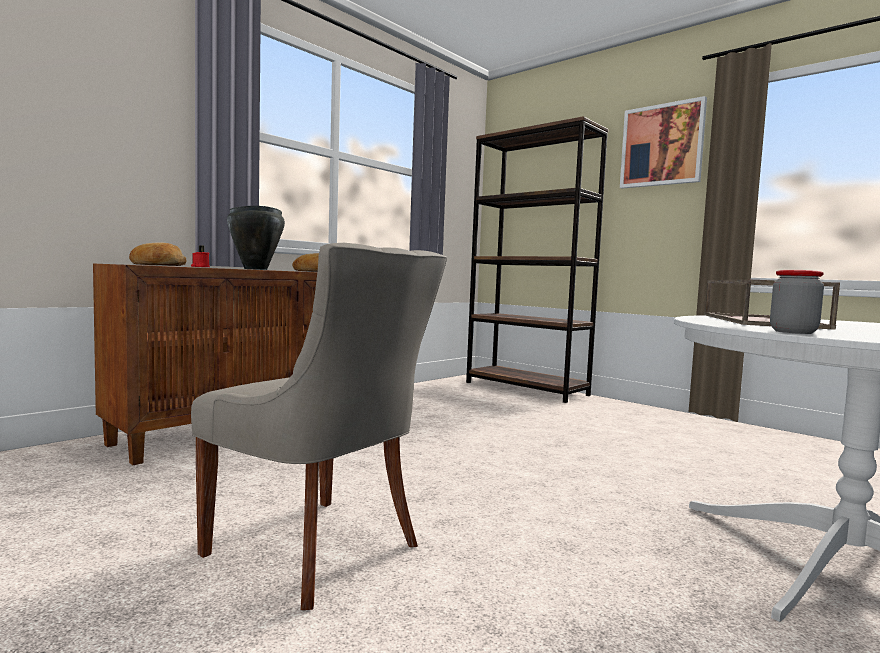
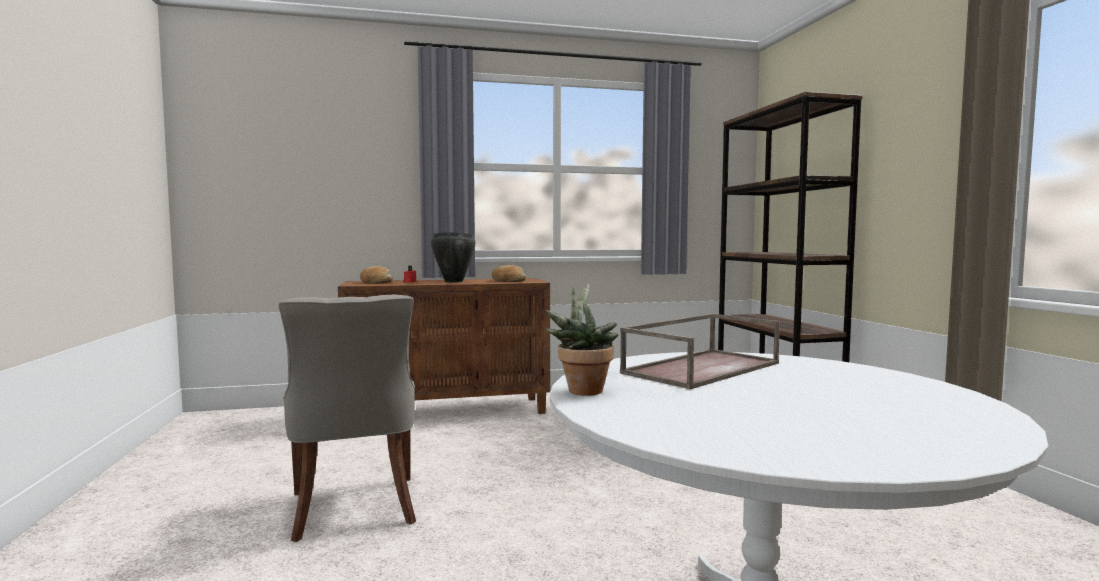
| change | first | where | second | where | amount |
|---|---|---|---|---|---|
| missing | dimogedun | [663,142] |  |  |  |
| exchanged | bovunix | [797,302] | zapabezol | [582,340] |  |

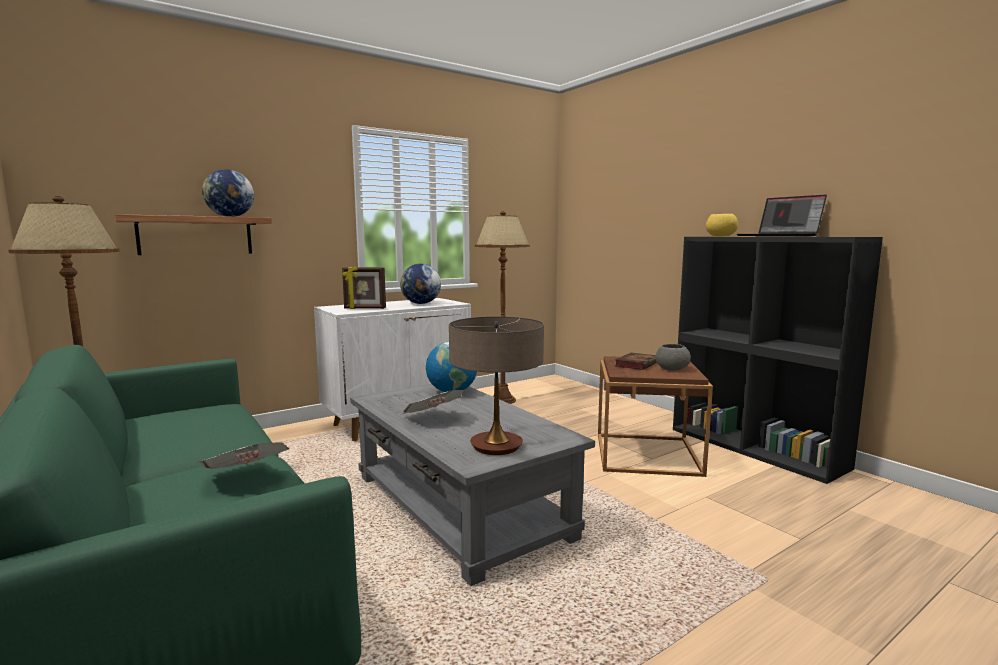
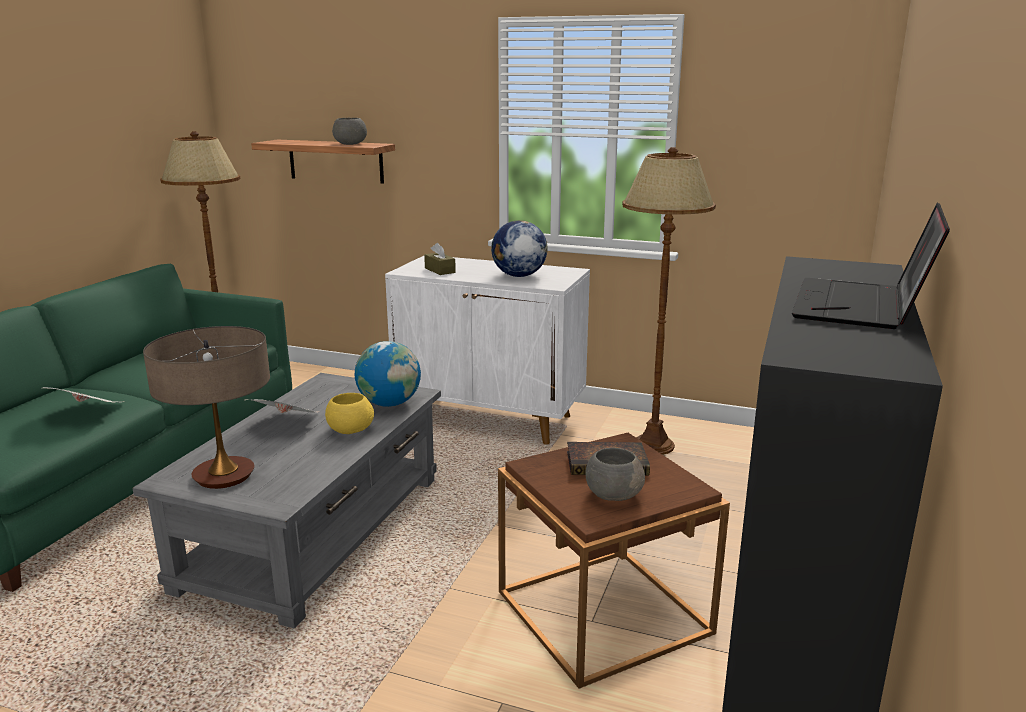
| change | first | where | second | where | amount |
|---|---|---|---|---|---|
| exchanged | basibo | [228,193] | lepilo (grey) | [349,131] |  |
| exchanged | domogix | [364,287] | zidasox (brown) | [440,259] |  |
| relocated | lepilo (yellow) | [722,225] |  | [349,413] |  |

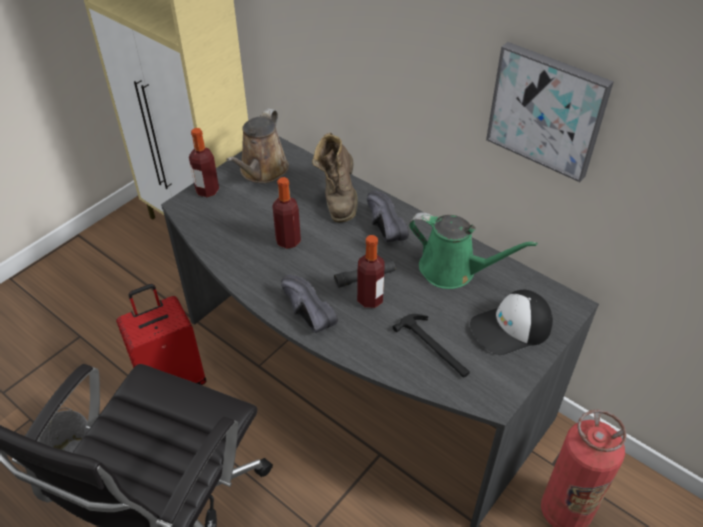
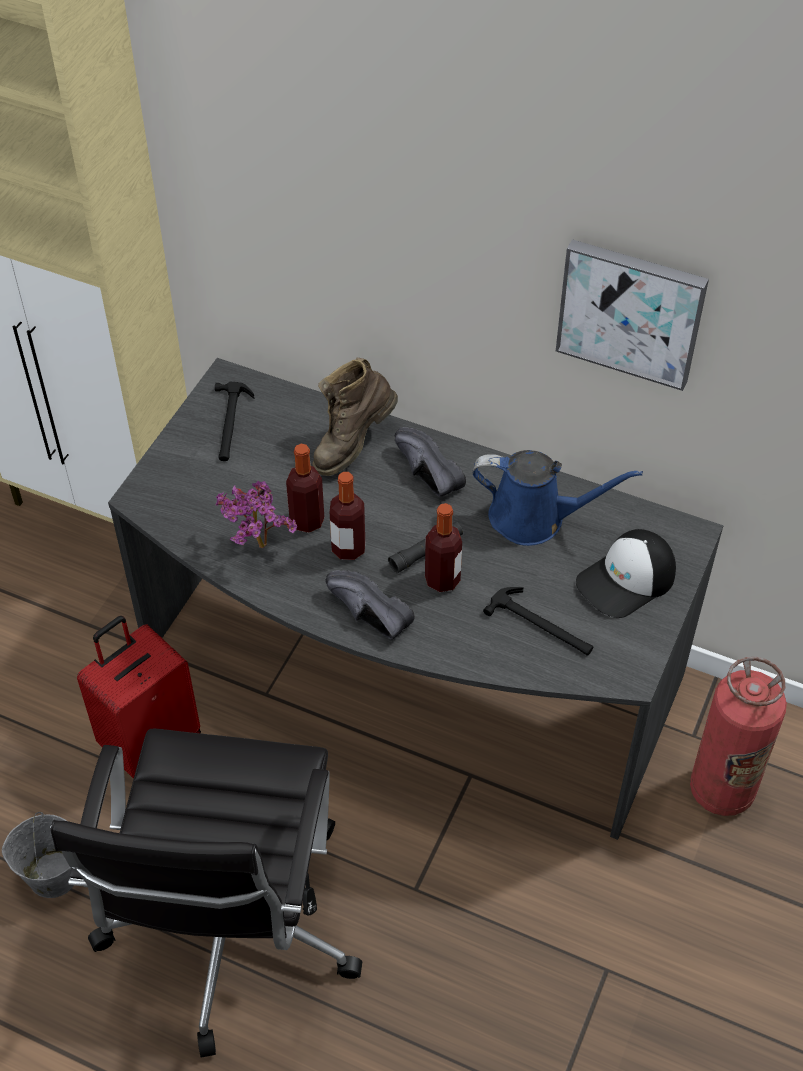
| change | first | where | second | where | amount |
|---|---|---|---|---|---|
| relocated | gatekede | [204,162] |  | [347,516] |  |
| exchanged | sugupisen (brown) | [257,146] | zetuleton | [234,421] |  |
| spun | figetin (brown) | [335,178] |  | [355,416] | 60 degrees clockwise |
| colour | sugupisen (green) | [473,250] | sugupisen (blue) | [557,498] |  |
| appeared |  |  | zapabezol | [256,514] |  |

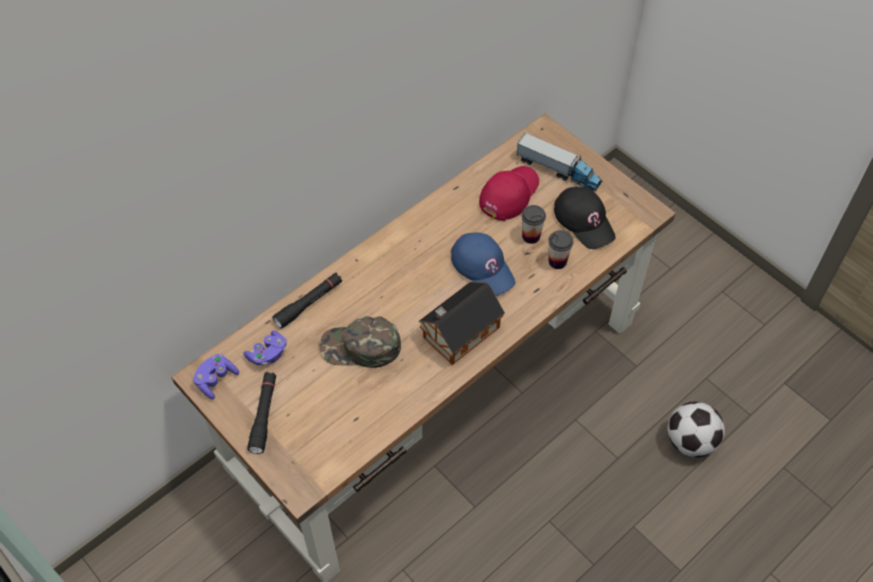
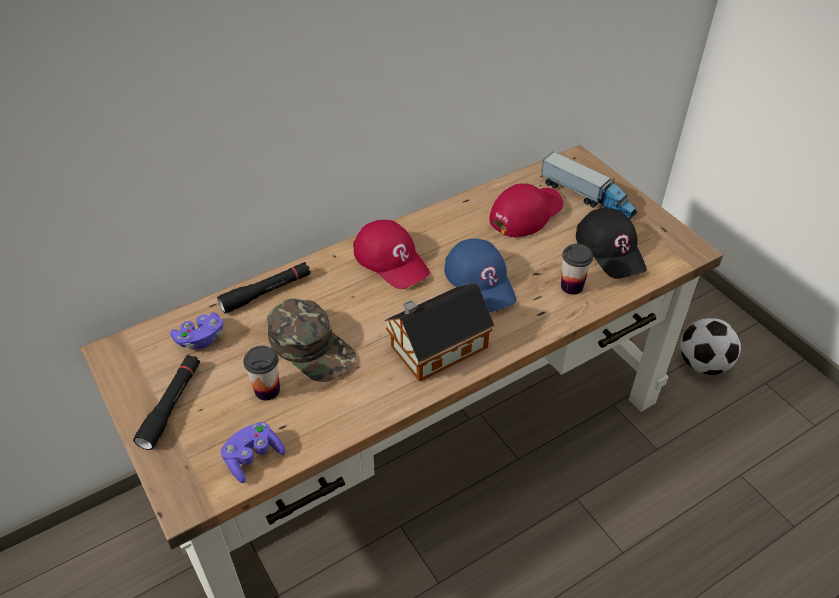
| change | first | where | second | where | amount |
|---|---|---|---|---|---|
| relocated | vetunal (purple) | [216,376] |  | [253,452] |  |
| spun | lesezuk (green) | [360,342] |  | [311,340] | 150 degrees counterclockwise |
| relocated | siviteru | [533,224] |  | [261,373] |  |
| relocated | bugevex | [696,429] |  | [710,346] |  |
| appeared |  |  | lesezuk (red) | [391,254] |  |

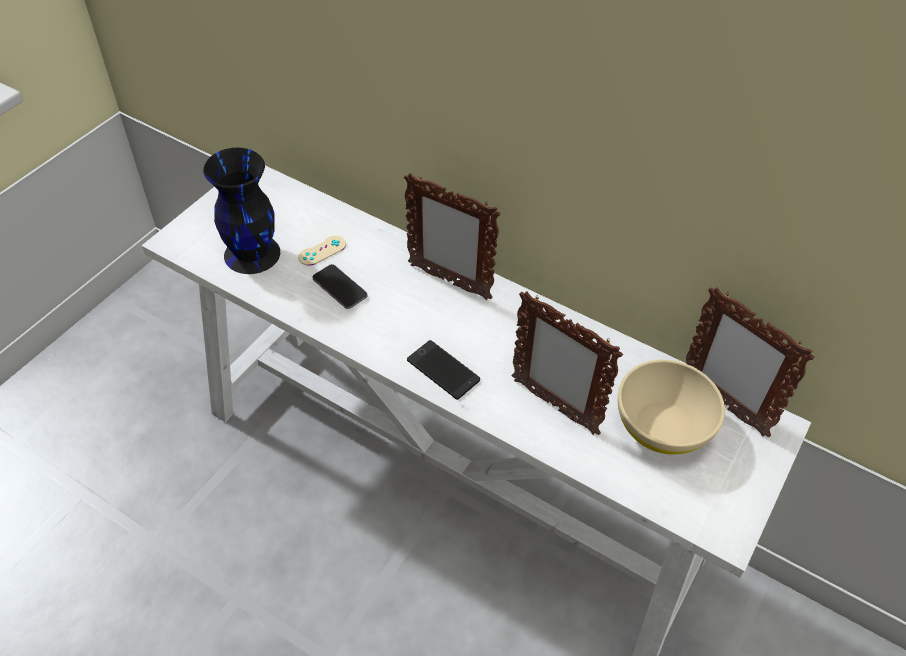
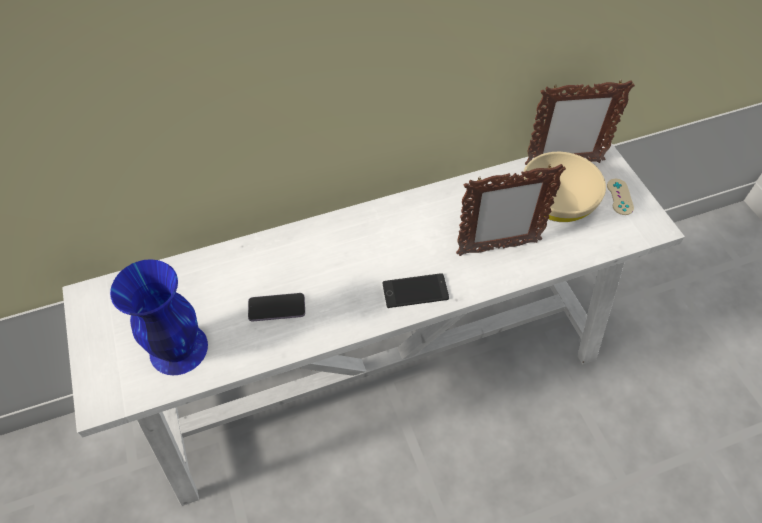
| change | first | where | second | where | amount |
|---|---|---|---|---|---|
| colour | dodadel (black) | [241,211] | dodadel (blue) | [159,317] |  |
| relocated | vetunal (beige) | [322,251] |  | [620,197] |  |
| missing | domogix | [452,236] |  |  |  |

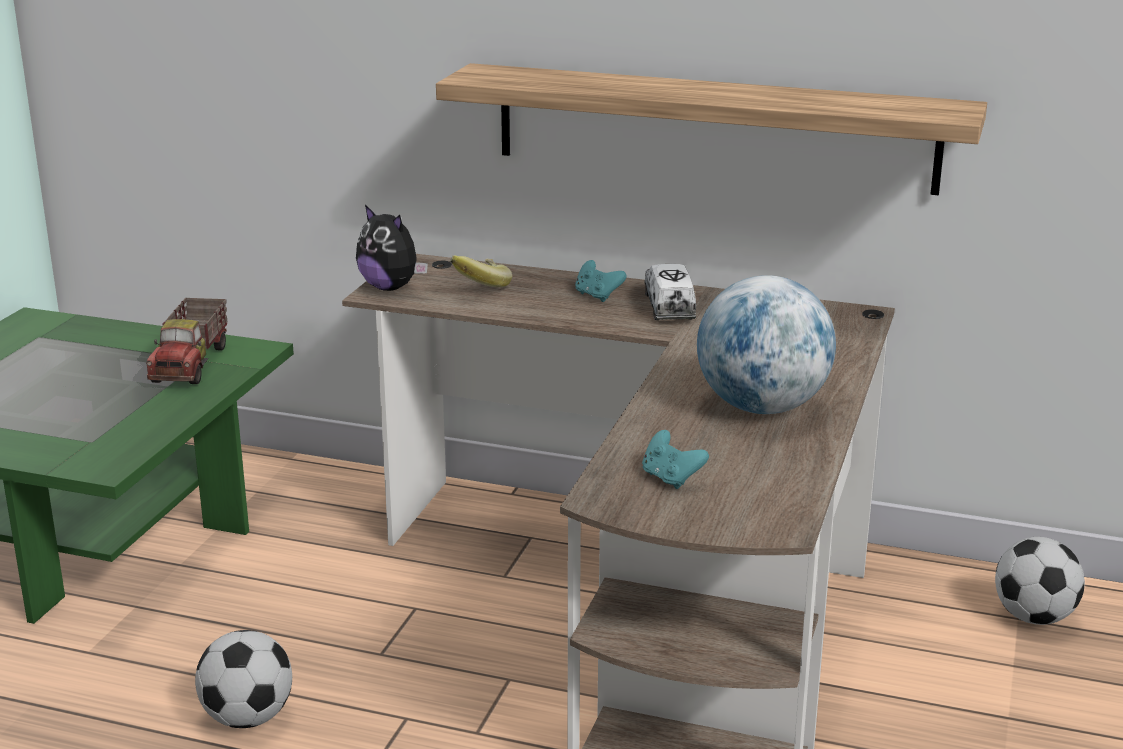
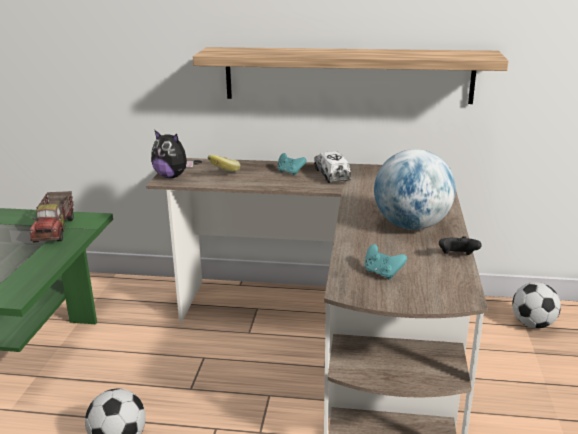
| change | first | where | second | where | amount |
|---|---|---|---|---|---|
| appeared |  |  | vetunal (black) | [460,245] |  |

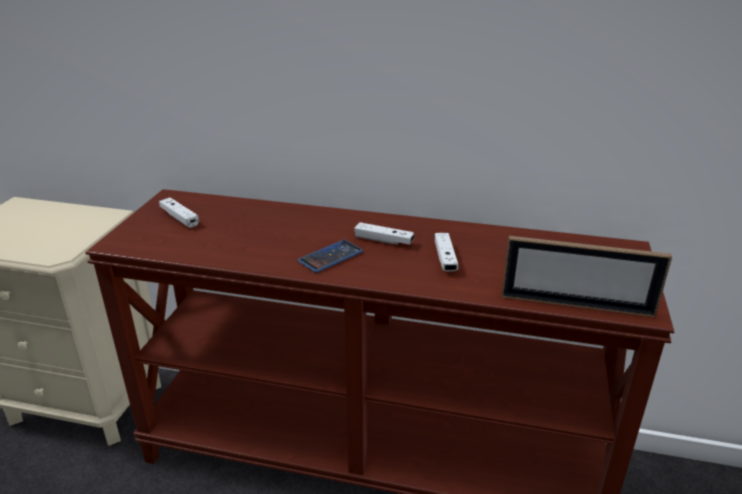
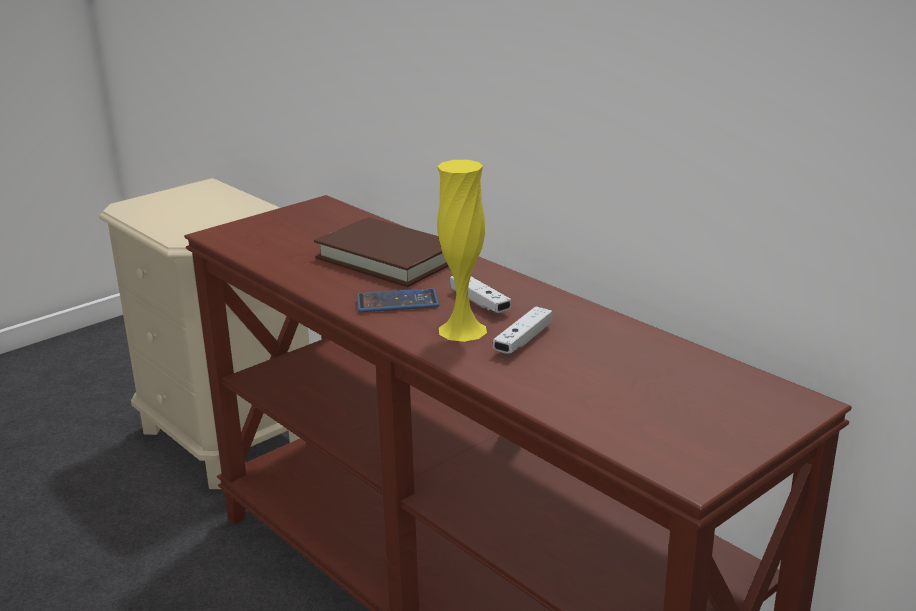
| change | first | where | second | where | amount |
|---|---|---|---|---|---|
| missing | vetunal (white) | [179,213] |  |  |  |
| missing | domogix | [586,276] |  |  |  |
| appeared |  |  | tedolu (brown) | [381,252] |  |
| appeared |  |  | dodadel (yellow) | [462,251] |  |

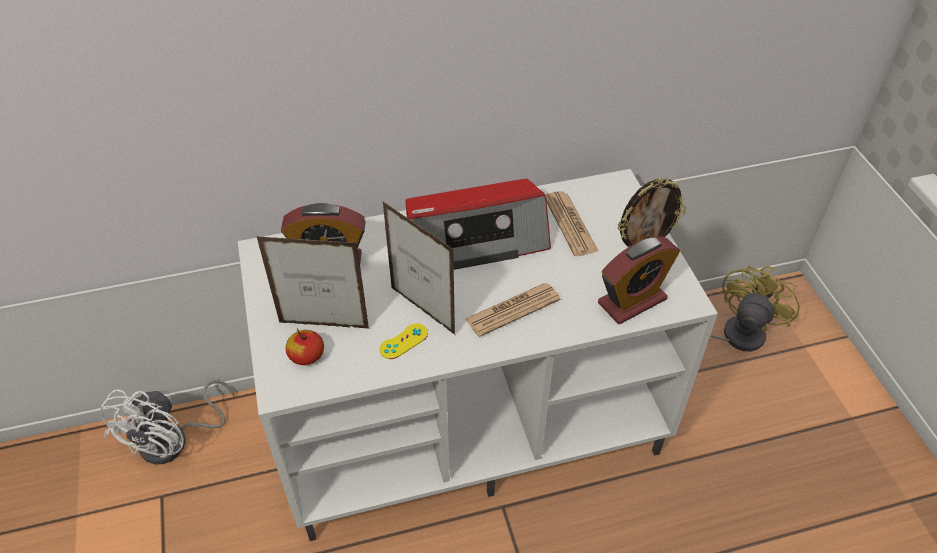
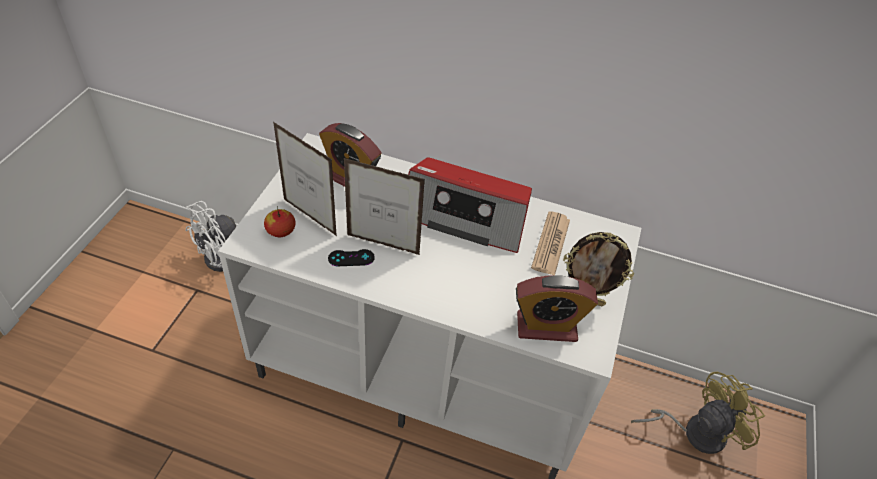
| change | first | where | second | where | amount |
|---|---|---|---|---|---|
| colour | vetunal (yellow) | [403,341] | vetunal (black) | [351,257] |  |
| spun | domogix | [419,268] |  | [384,206] | 60 degrees counterclockwise |
| missing | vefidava | [513,310] |  |  |  |

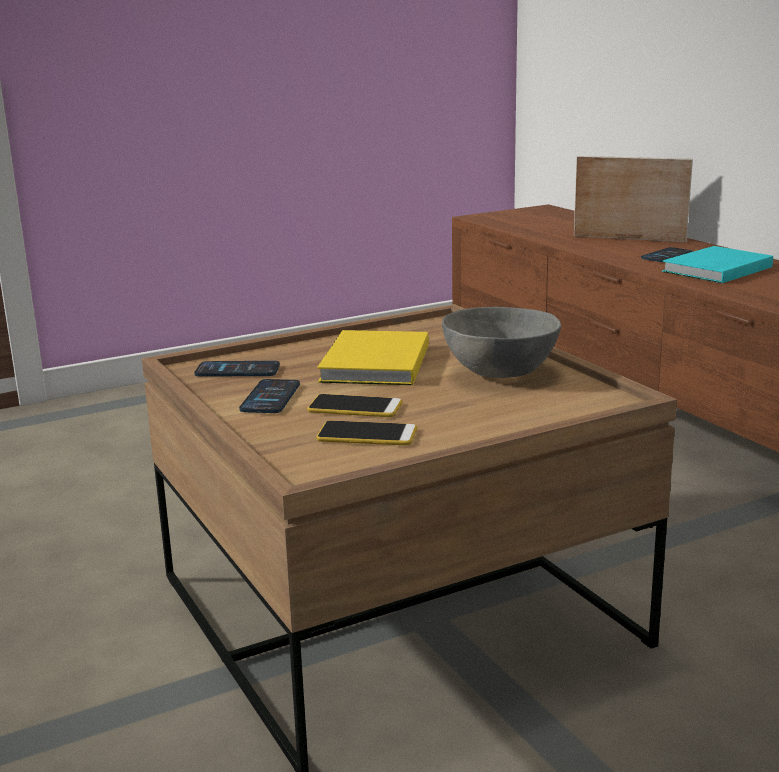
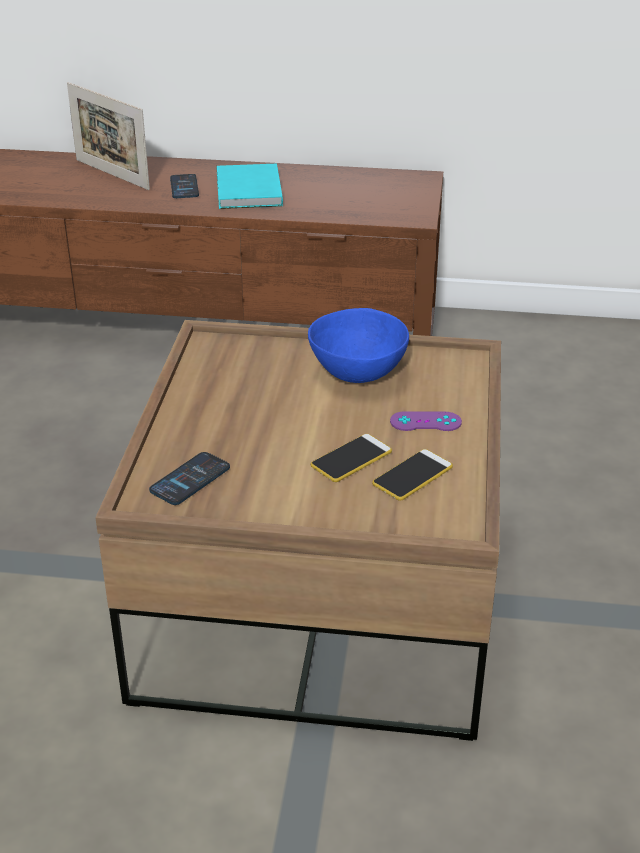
| change | first | where | second | where | amount |
|---|---|---|---|---|---|
| missing | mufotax | [269,396] |  |  |  |
| missing | tedolu (yellow) | [373,357] |  |  |  |
| colour | lepilo (grey) | [501,342] | lepilo (blue) | [358,345] |  |
| spun | domogix | [633,199] |  | [108,136] | 105 degrees counterclockwise |
| appeared |  |  | vetunal (purple) | [426,421] |  |

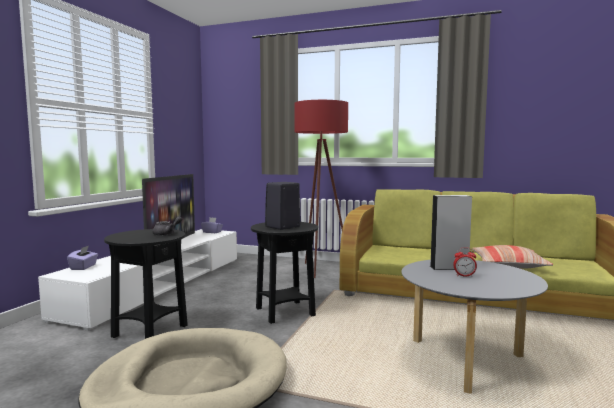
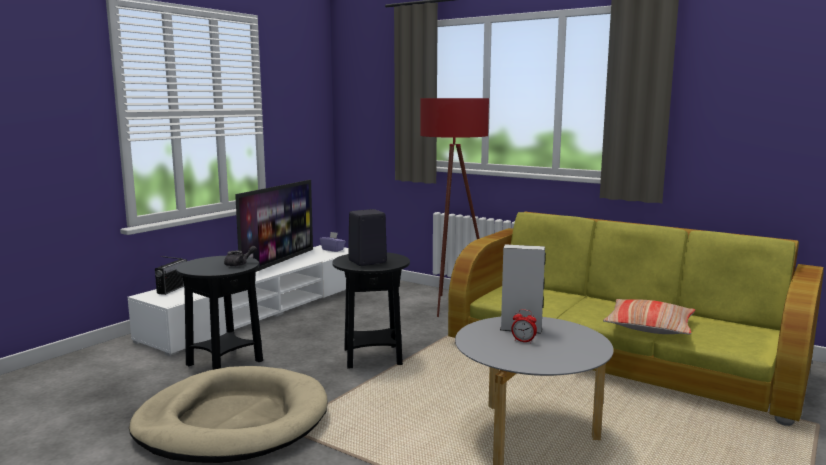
| change | first | where | second | where | amount |
|---|---|---|---|---|---|
| exchanged | zidasox (purple) | [82,258] | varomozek | [171,275] |  |

